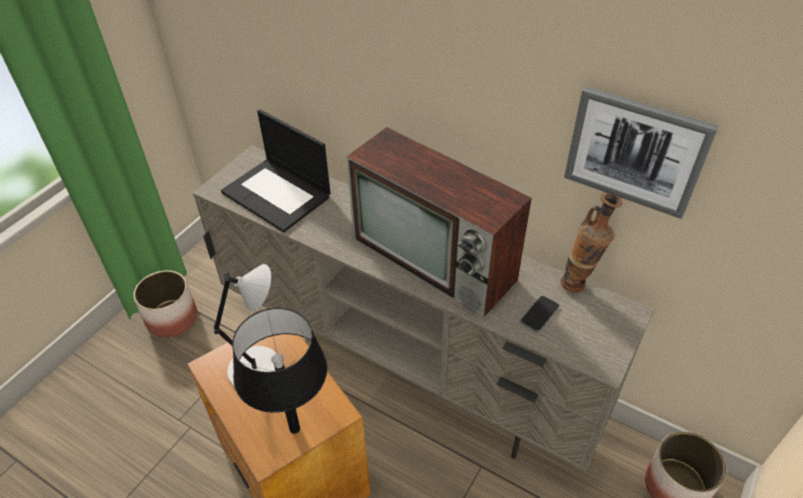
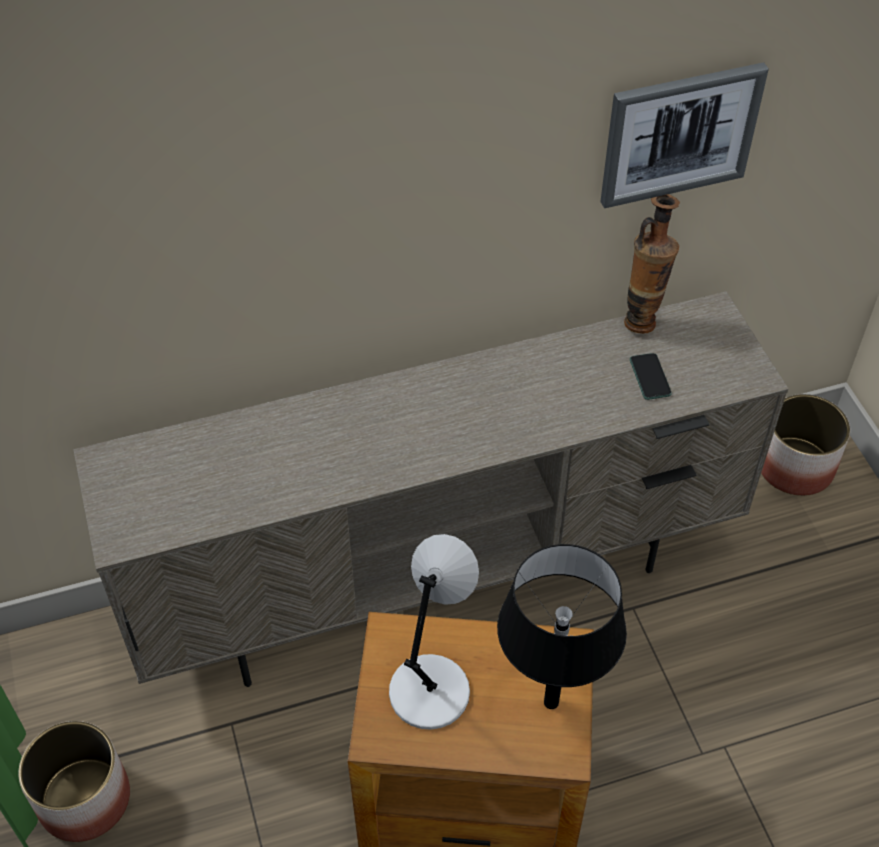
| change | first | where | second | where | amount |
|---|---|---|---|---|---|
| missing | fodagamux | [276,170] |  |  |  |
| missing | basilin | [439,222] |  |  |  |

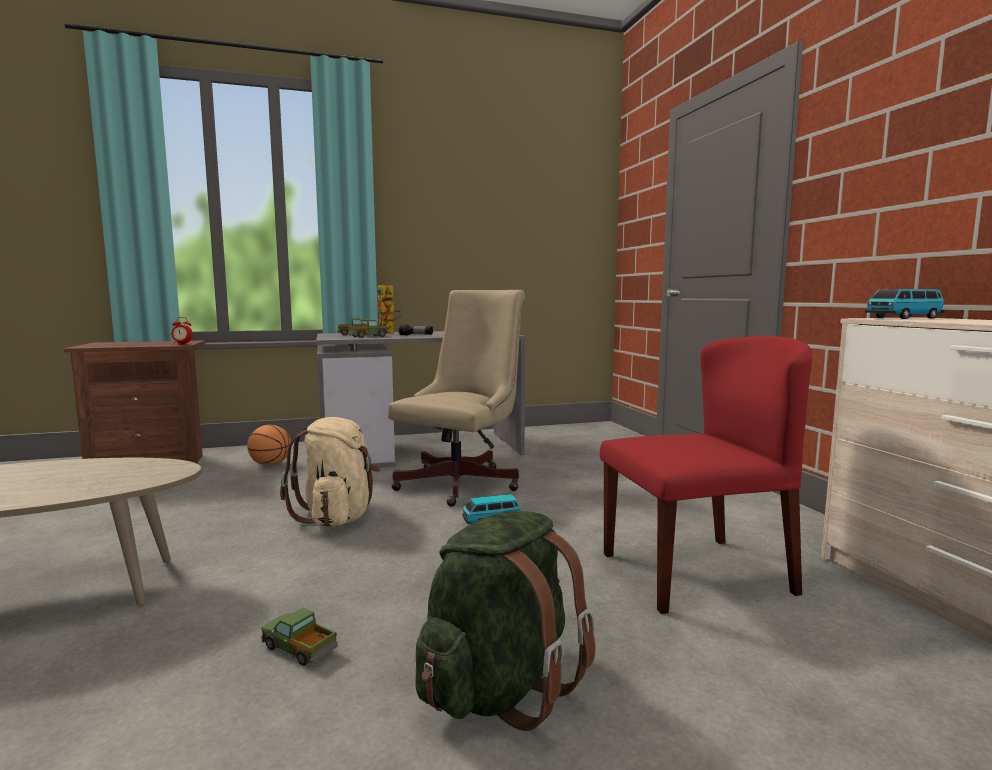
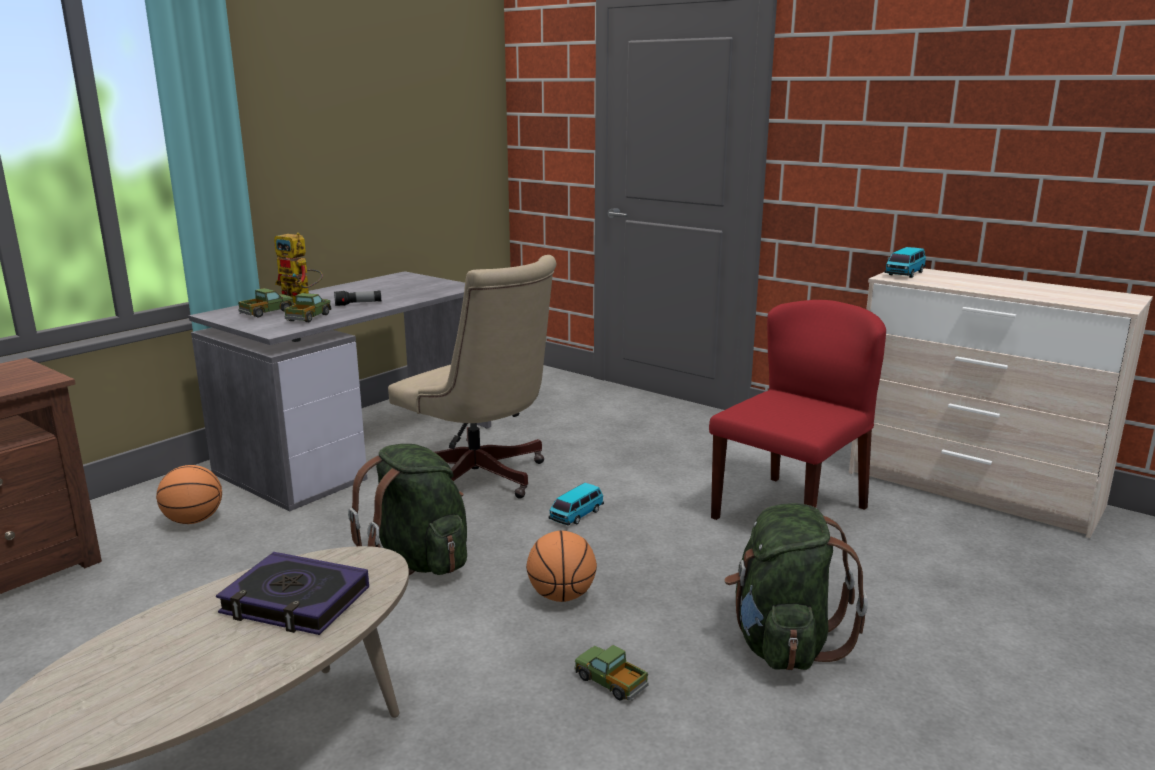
| change | first | where | second | where | amount |
|---|---|---|---|---|---|
| missing | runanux | [182,330] |  |  |  |
| spun | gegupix | [299,637] |  | [611,673] | 45 degrees clockwise |
| colour | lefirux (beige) | [330,472] | lefirux (green) | [407,509] |  |
| spun | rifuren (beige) | [456,398] |  | [472,377] | 135 degrees clockwise |
| appeared |  |  | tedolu | [292,593] |  |
| appeared |  |  | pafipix | [561,566] |  |

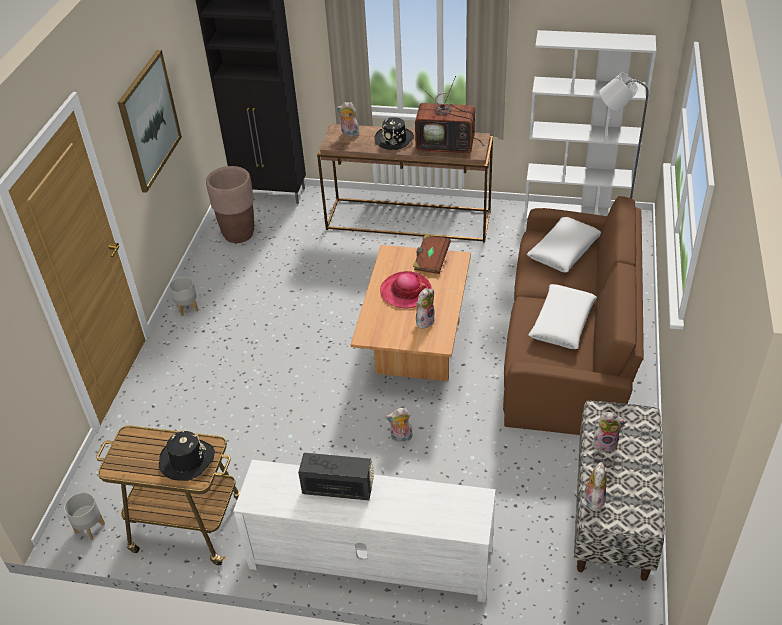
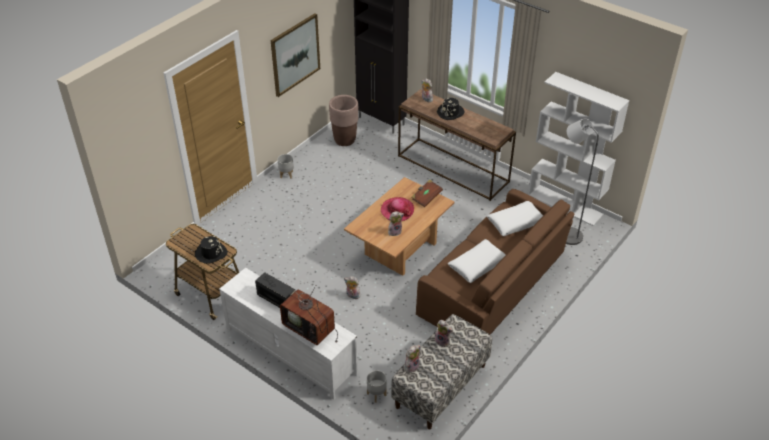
| change | first | where | second | where | amount |
|---|---|---|---|---|---|
| relocated | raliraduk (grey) | [84,516] |  | [376,386] |  |
| relocated | basilin | [450,115] |  | [309,314] |  |

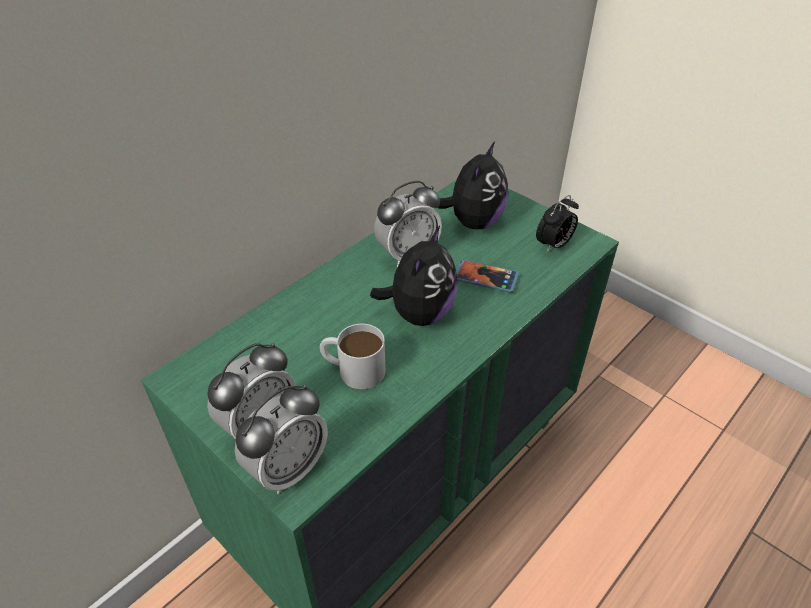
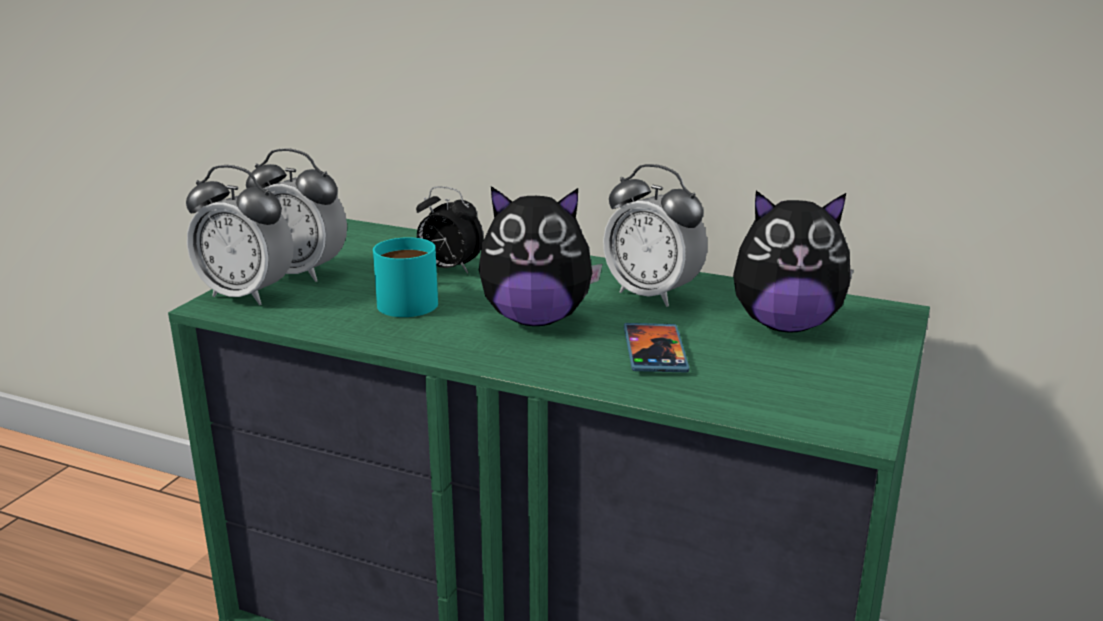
| change | first | where | second | where | amount |
|---|---|---|---|---|---|
| colour | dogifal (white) | [352,356] | dogifal (turquoise) | [405,277] |  |
| relocated | runanux | [557,223] |  | [450,229] |  |

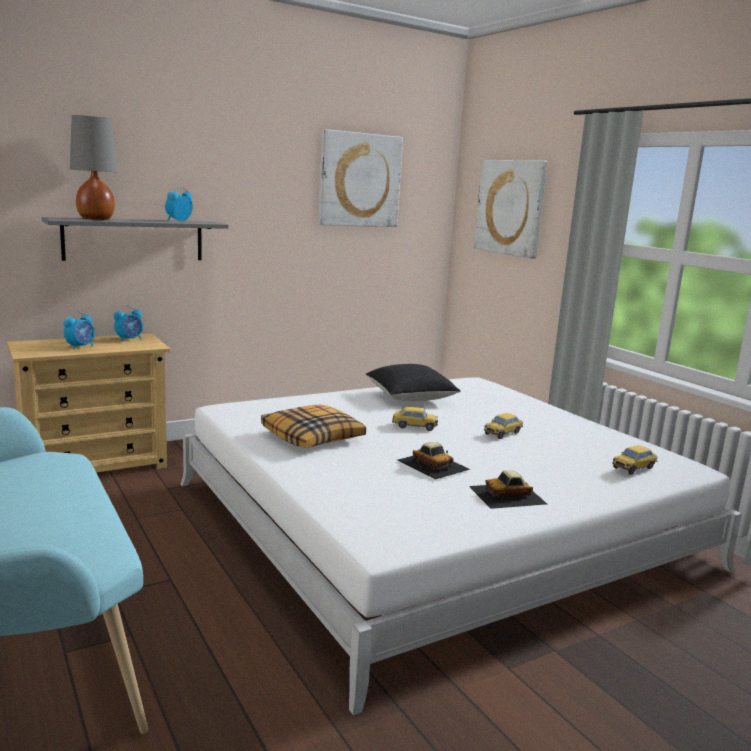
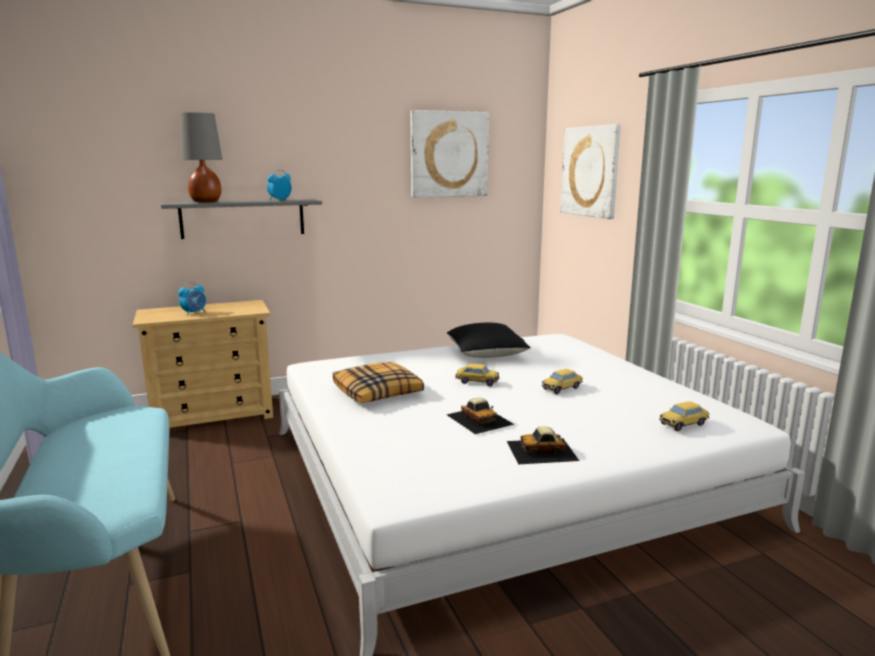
| change | first | where | second | where | amount |
|---|---|---|---|---|---|
| missing | runanux | [128,323] |  |  |  |

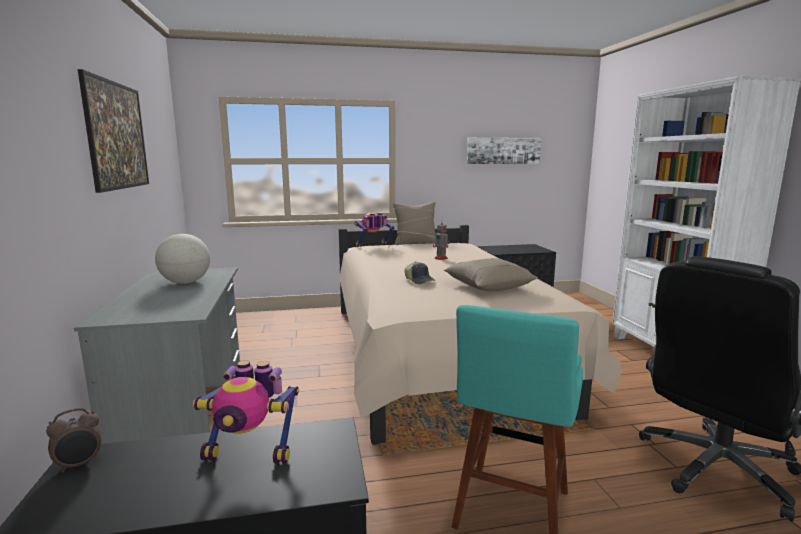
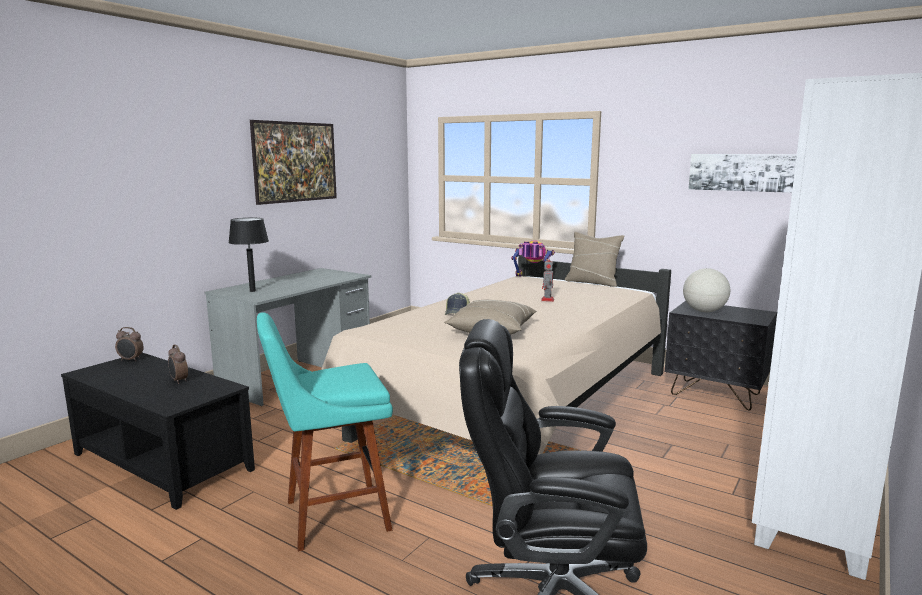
| change | first | where | second | where | amount |
|---|---|---|---|---|---|
| relocated | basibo | [182,259] |  | [706,290] |  |
| exchanged | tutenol | [246,412] | runanux | [178,364] |  |
| appeared |  |  | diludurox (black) | [248,255] |  |

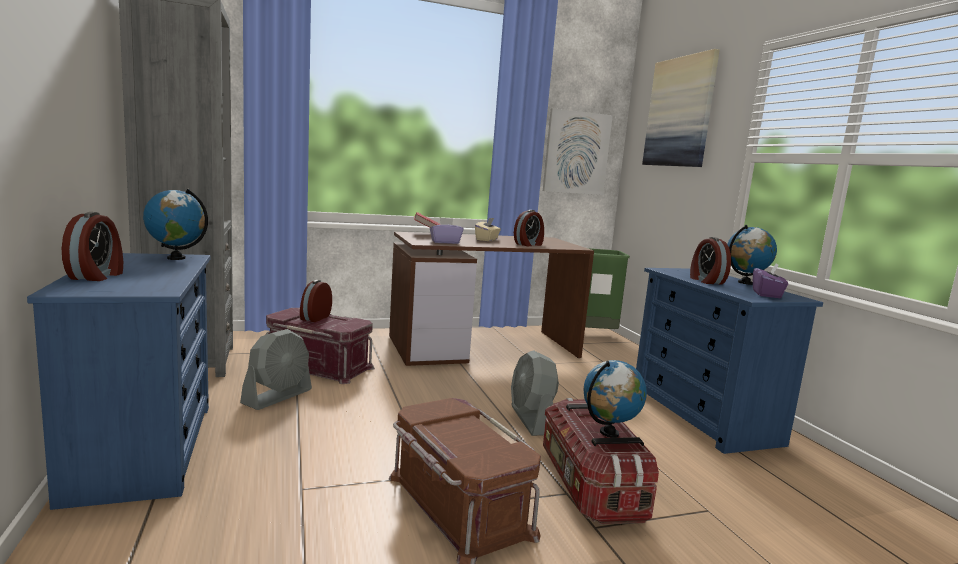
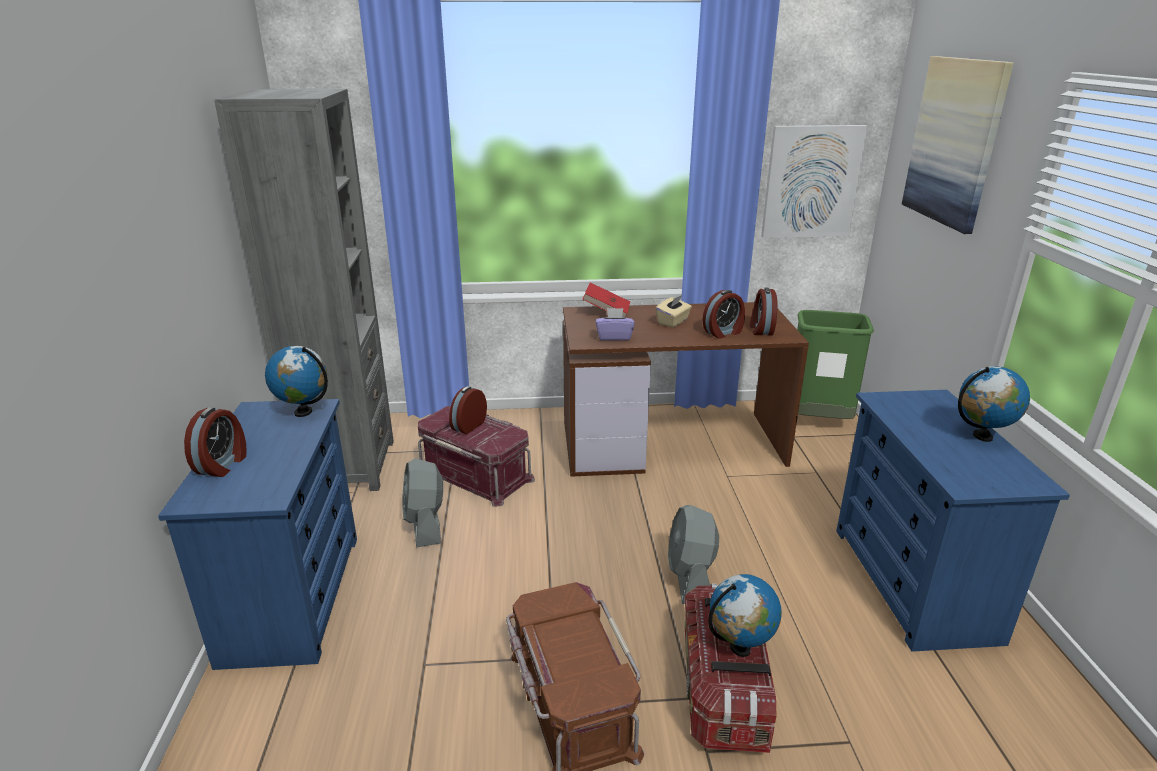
| change | first | where | second | where | amount |
|---|---|---|---|---|---|
| spun | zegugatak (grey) | [276,369] |  | [422,502] | 120 degrees clockwise |
| relocated | runanux | [710,260] |  | [763,311] |  |
| missing | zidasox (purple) | [770,281] |  |  |  |

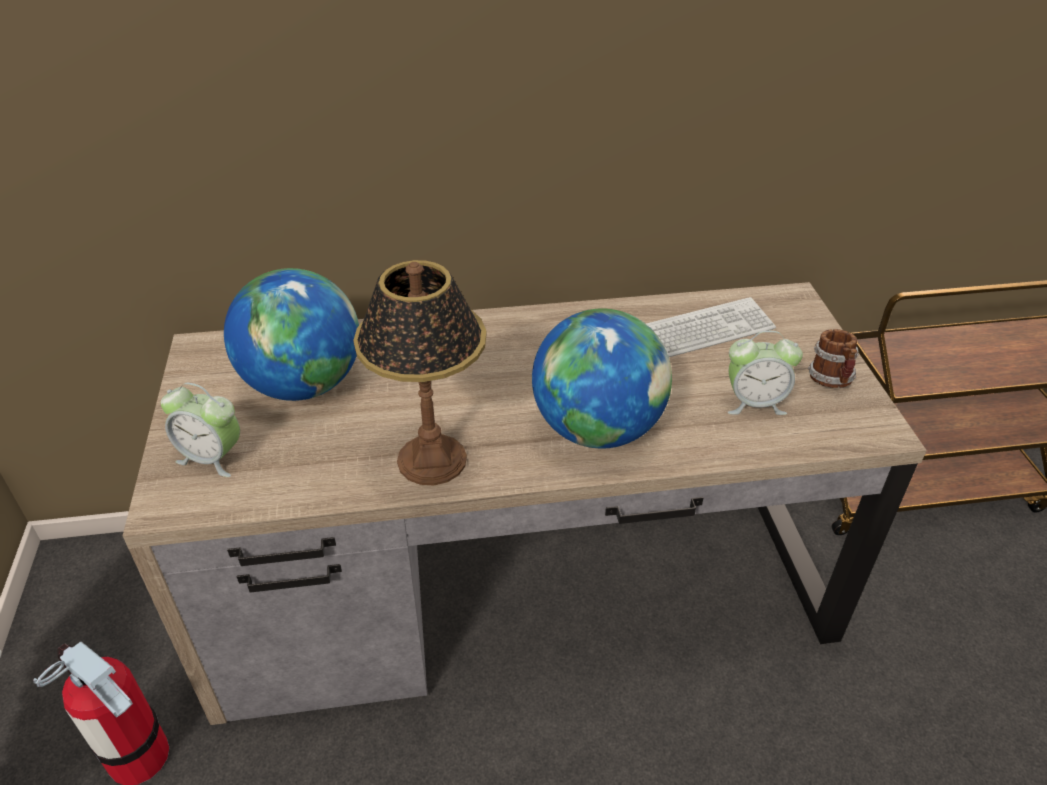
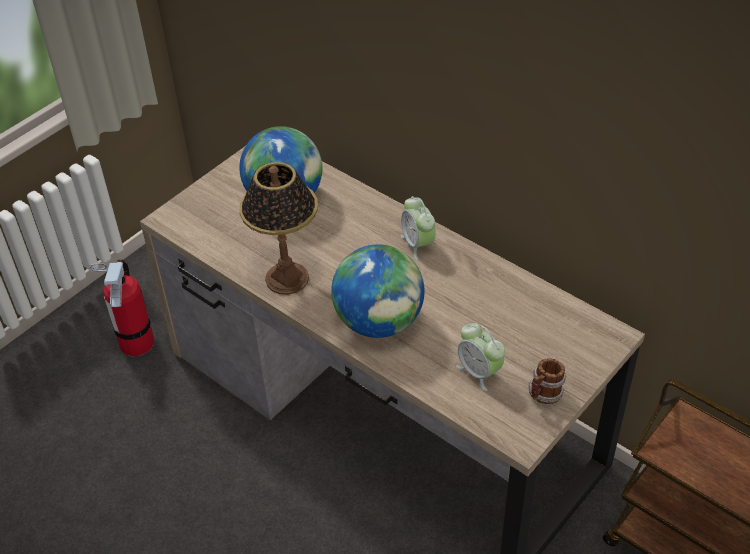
| change | first | where | second | where | amount |
|---|---|---|---|---|---|
| relocated | runanux | [200,430] |  | [418,228] |  |
| missing | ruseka | [711,327] |  |  |  |

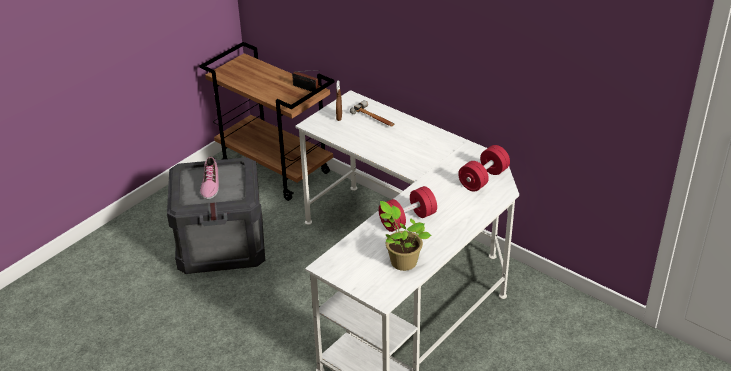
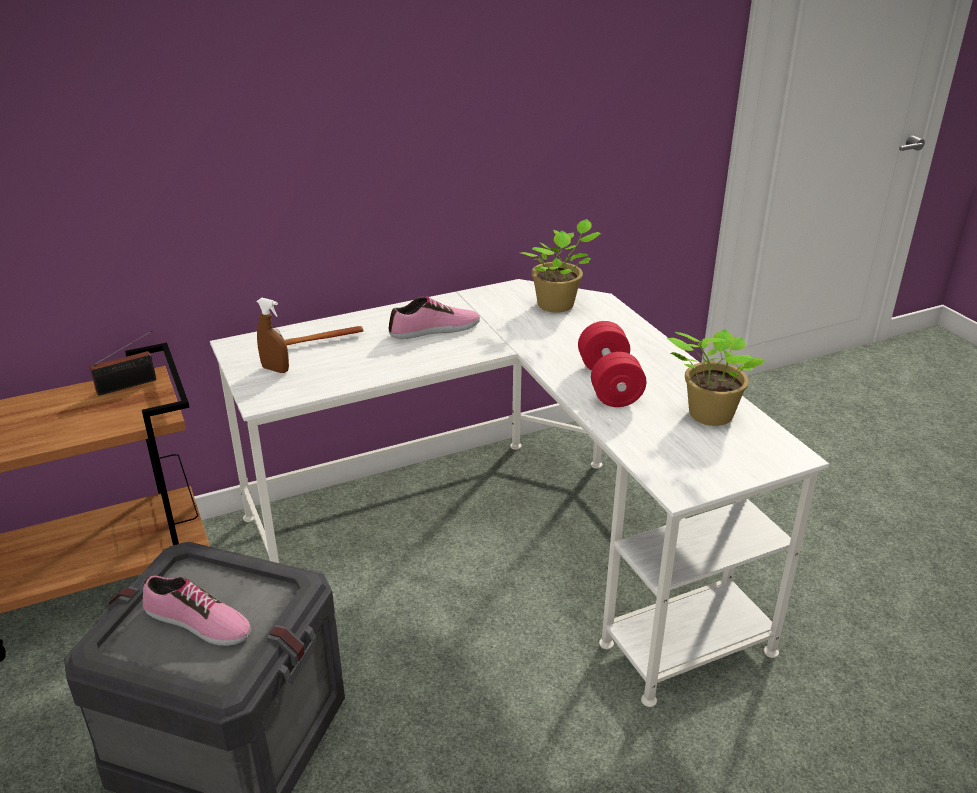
| change | first | where | second | where | amount |
|---|---|---|---|---|---|
| exchanged | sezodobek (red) | [484,168] | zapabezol | [561,266] |  |
| appeared |  |  | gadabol | [434,318] |  |

